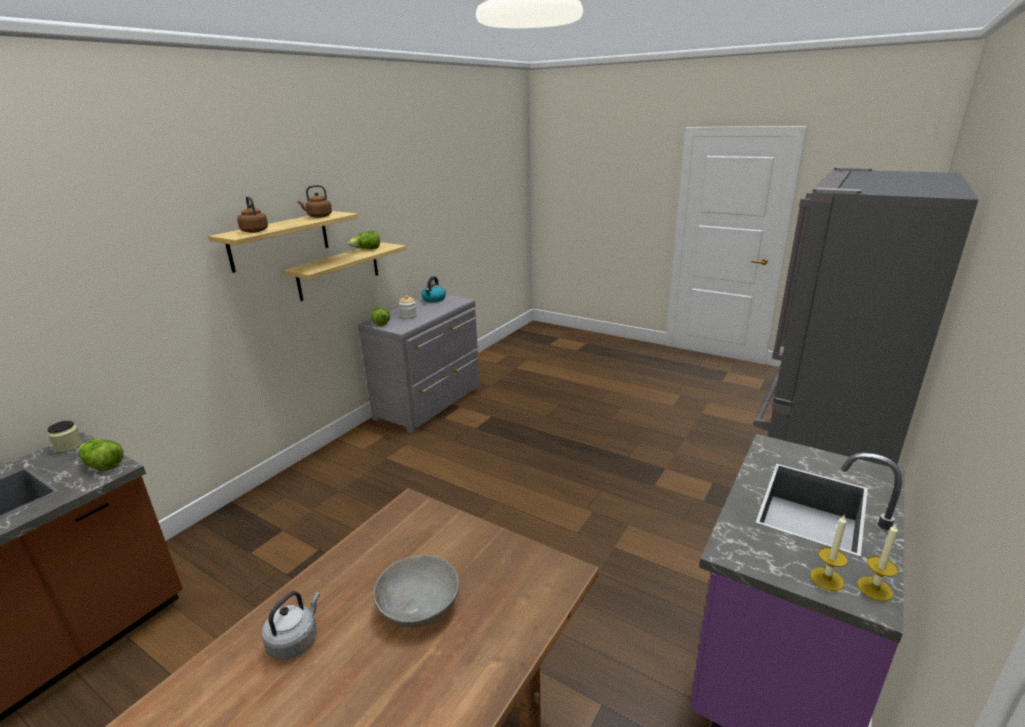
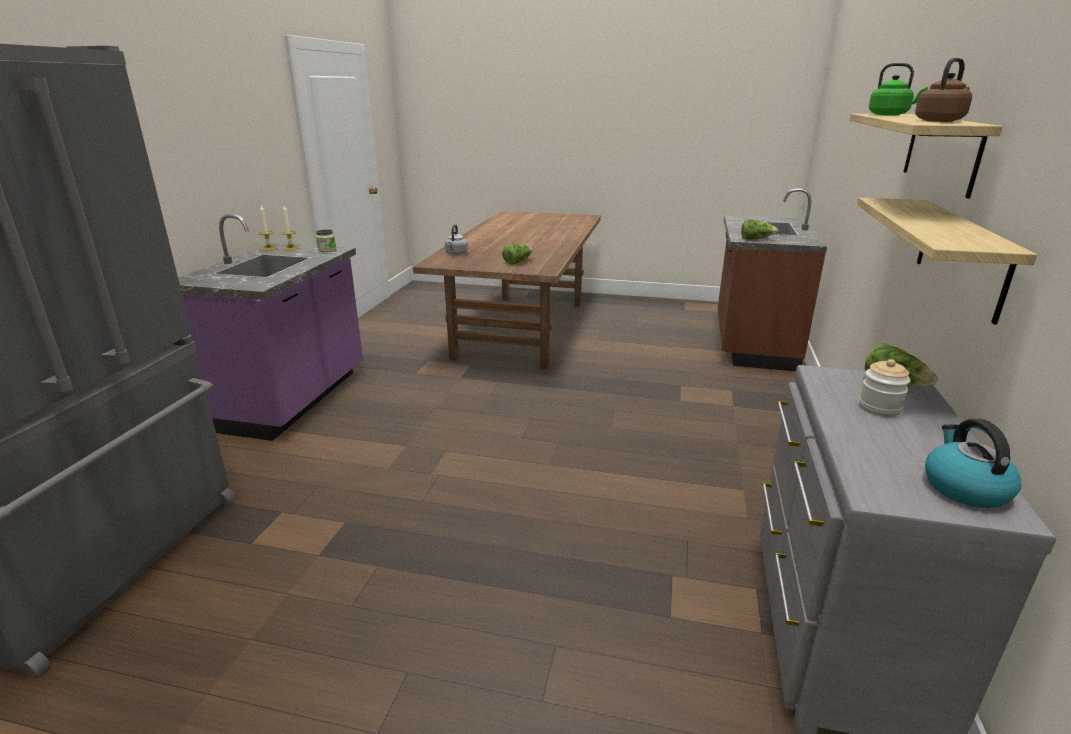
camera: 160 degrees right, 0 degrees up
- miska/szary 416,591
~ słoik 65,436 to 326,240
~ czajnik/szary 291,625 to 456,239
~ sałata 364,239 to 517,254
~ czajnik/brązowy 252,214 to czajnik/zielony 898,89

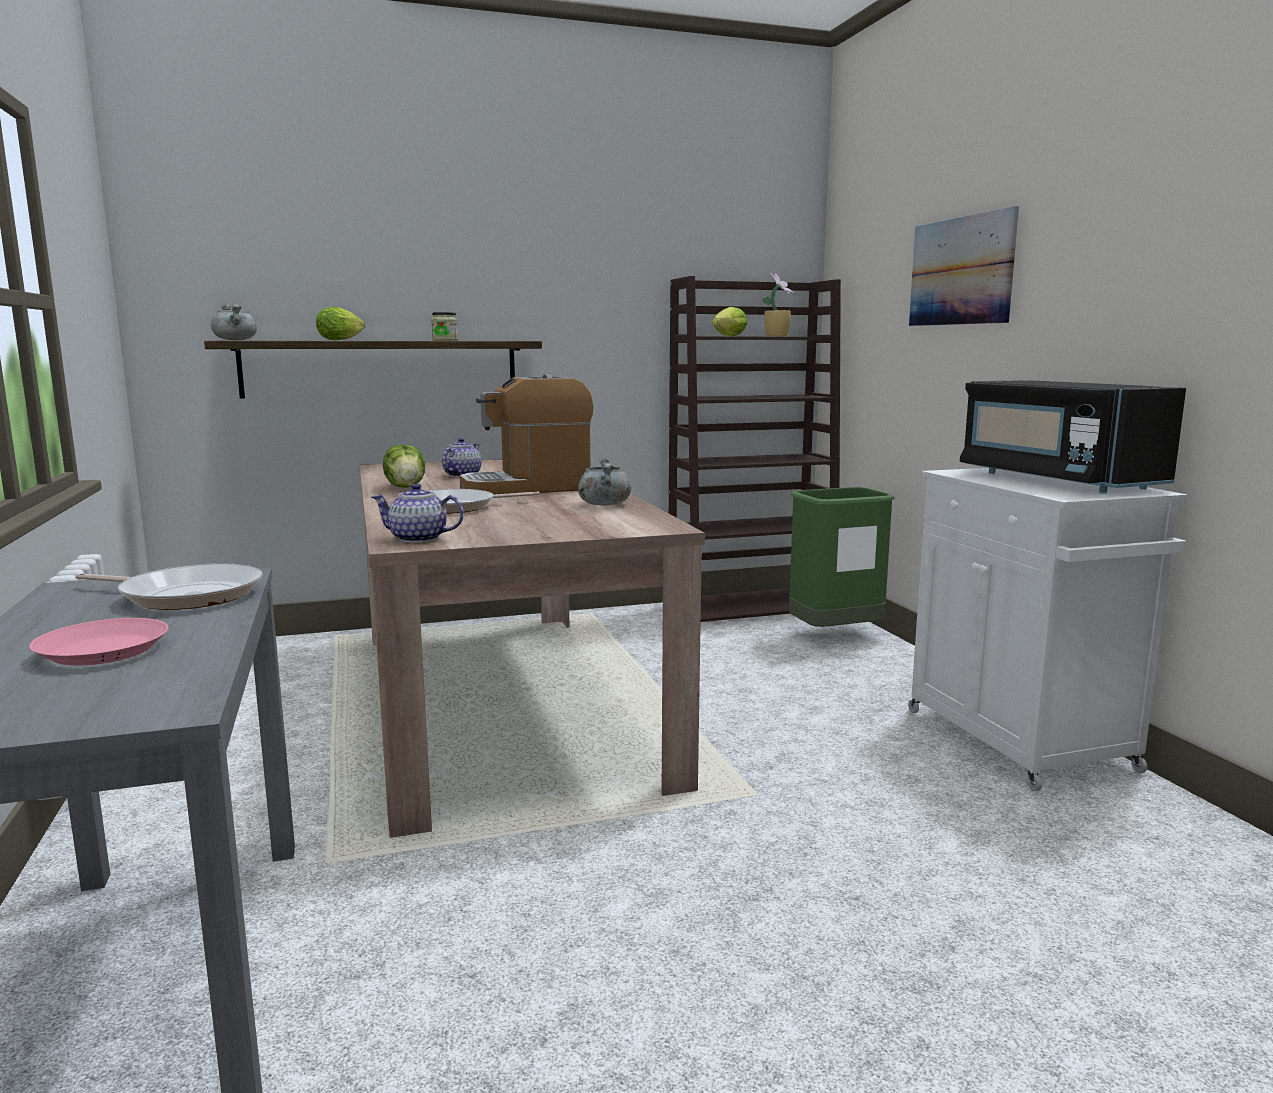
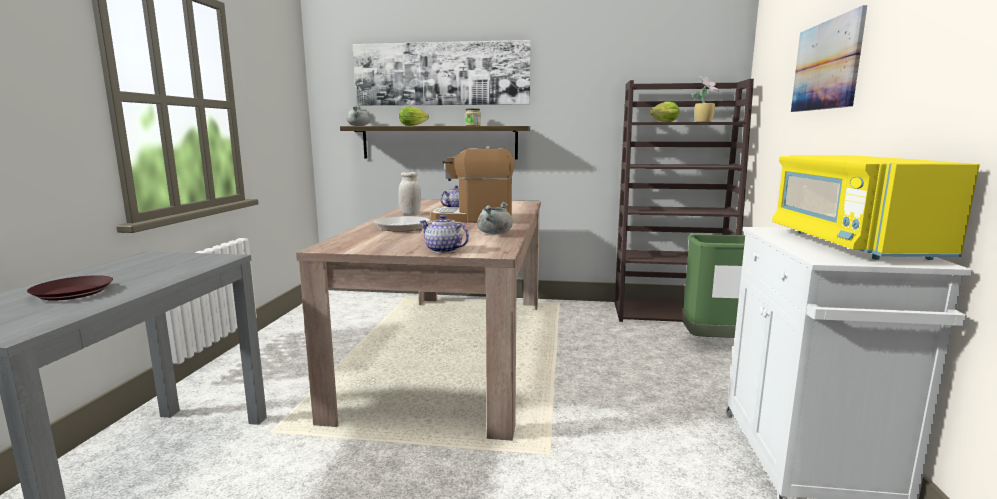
camera: 25 degrees right, 0 degrees up
- patelnia 169,586
+ obraz 442,73
~ imbryk 418,513 to 444,234
~ sałata 404,466 to słoik/biały 410,193
~ talerz/różowy 98,642 to talerz/brązowy 70,288
~ mikrofalówka/czarny 1073,436 to mikrofalówka/żółty 876,207

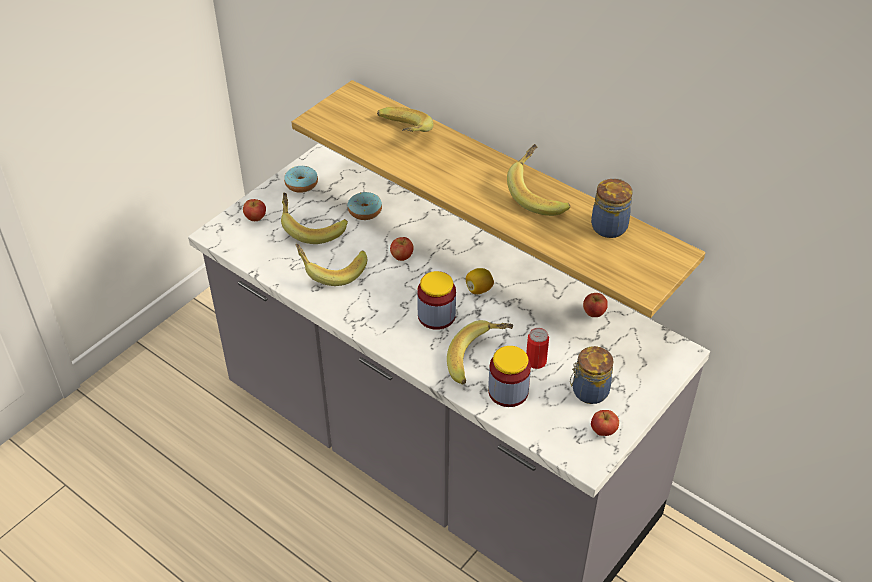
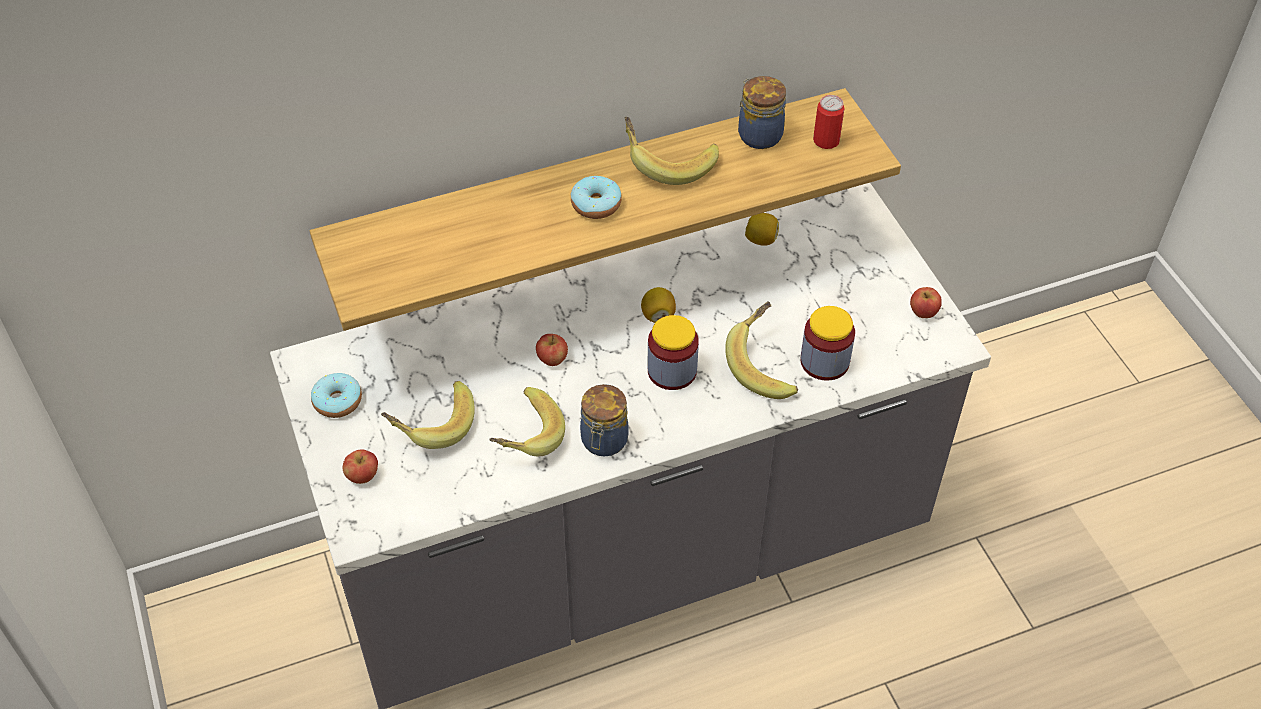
camera: 60 degrees left, 5 degrees up
- banan 405,119
~ donut 364,206 to 596,197
~ puszka 537,348 to 828,122
~ słoik 592,375 to 604,420
~ jabłko 595,305 to cytryna 762,229

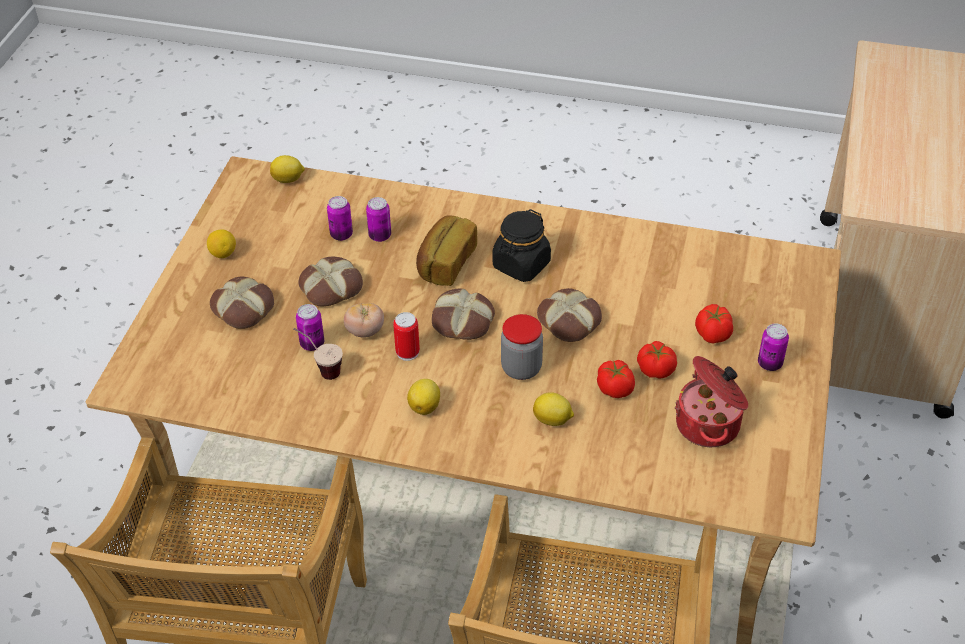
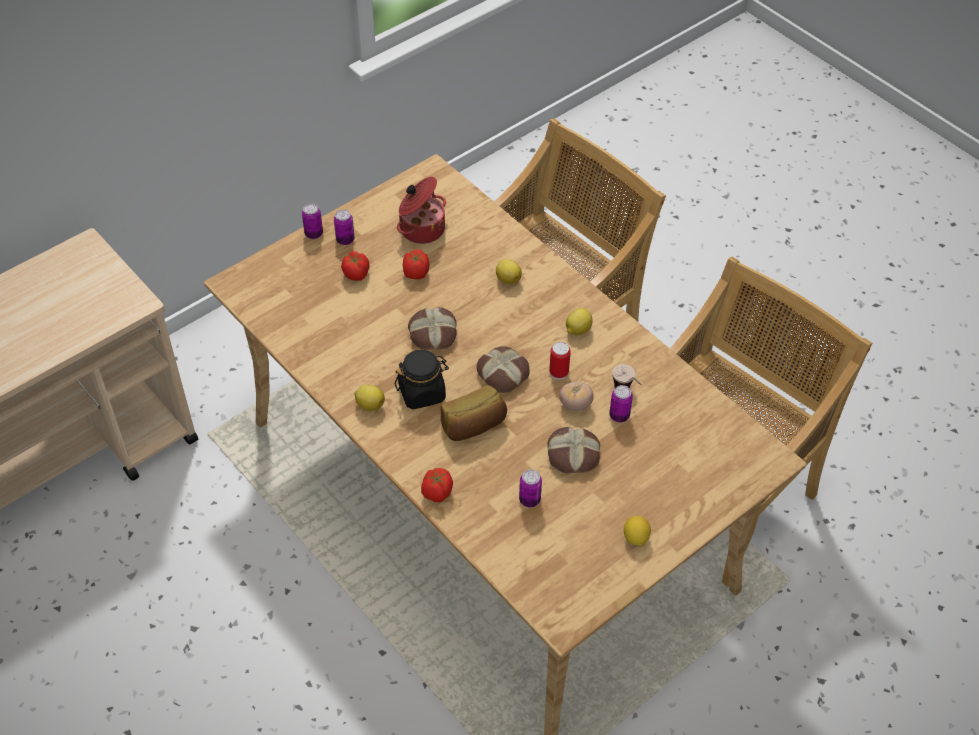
camera: 145 degrees left, 5 degrees up
- chleb 242,303
- słoik 522,347
~ cytryna 287,169 to 369,398
~ puszka 378,219 to 312,221
~ pomidor 616,379 to 437,485

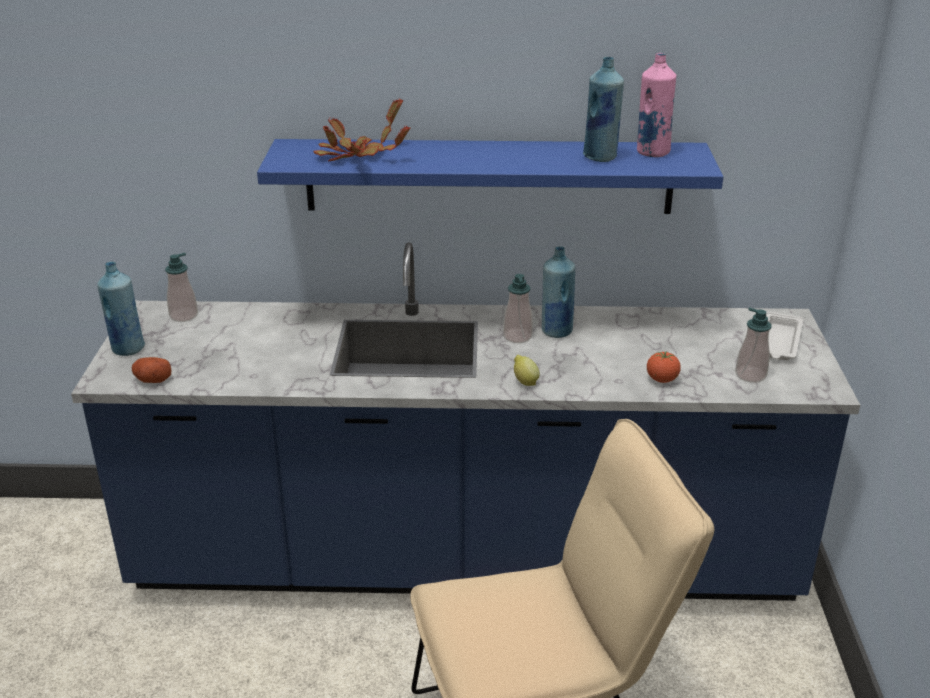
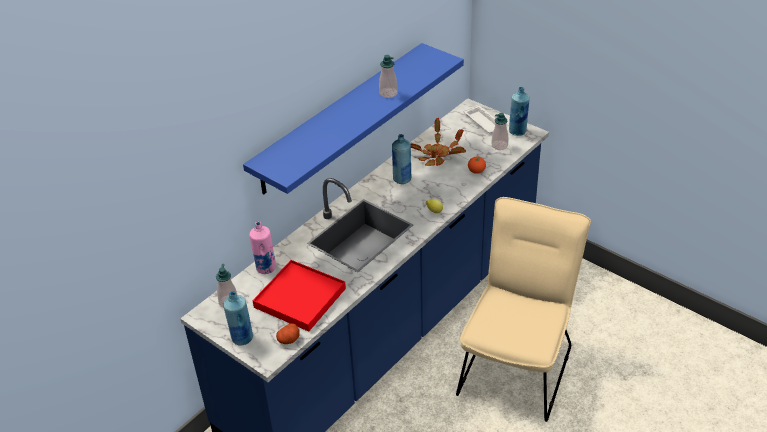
camera: 50 degrees left, 10 degrees up
+ taca/czerwony 299,296
~ roślina doniczkowa 362,129 to 438,142
~ dozownik mydła 518,308 to 388,76
~ butelka/niebieski 603,109 to 519,111
~ butelka/różowy 657,105 to 262,247

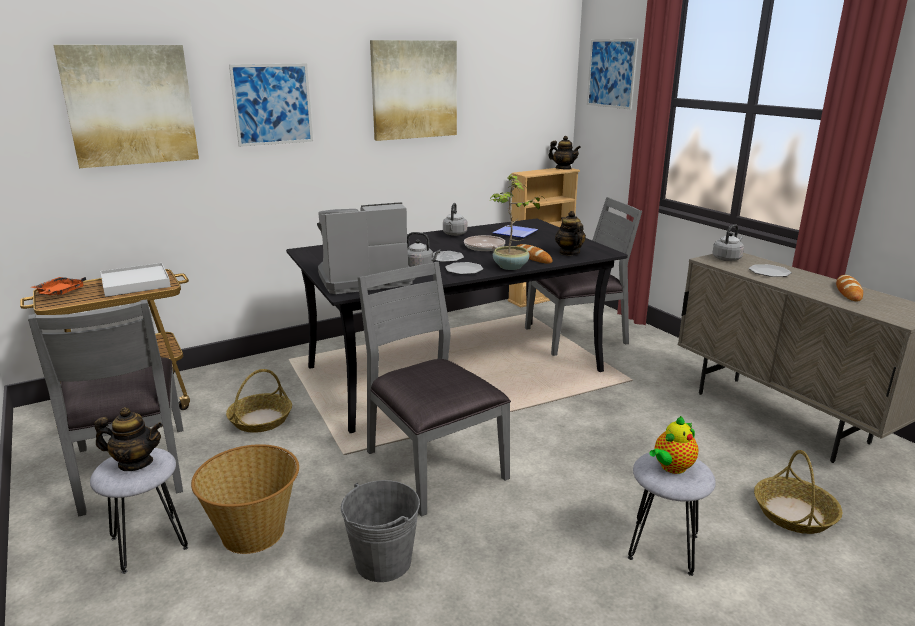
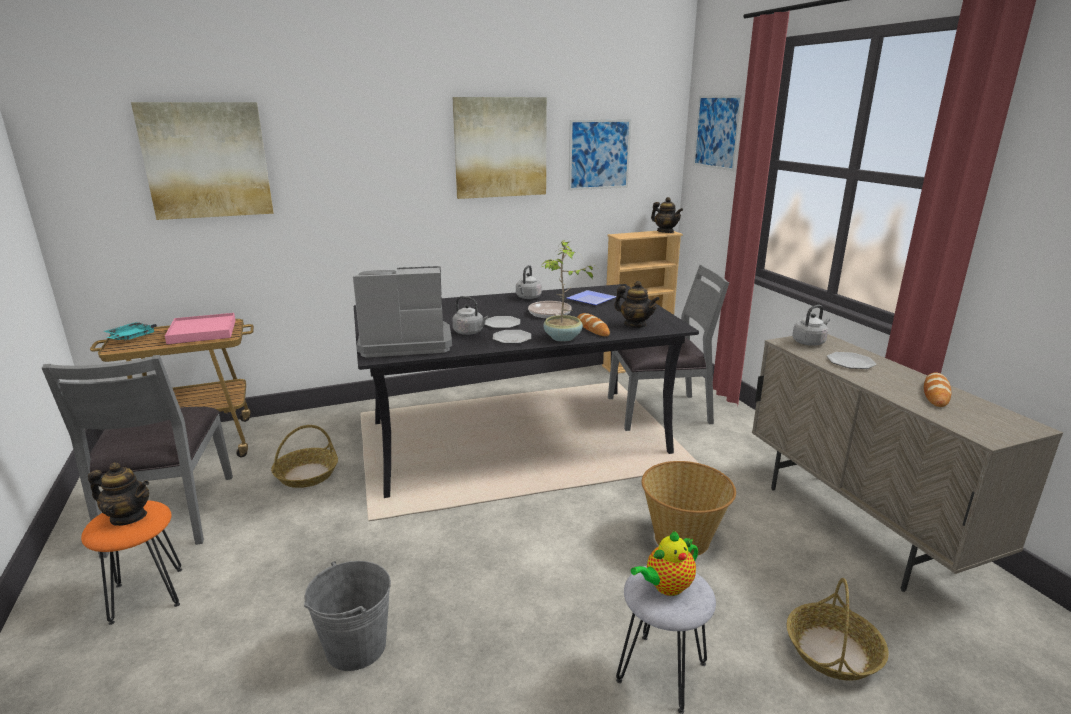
camera: 10 degrees right, 0 degrees up
- krzesło/szary 434,389
~ koszyk 245,499 to 689,508
~ obraz 271,105 to 599,155
~ taca/pomarańczowy 58,286 to taca/turkusowy 130,331
~ stołek/szary 139,511 to stołek/pomarańczowy 131,563
~ taca/biały 135,280 to taca/różowy 200,328
~ imbryk 570,233 = 637,304 135 degrees clockwise

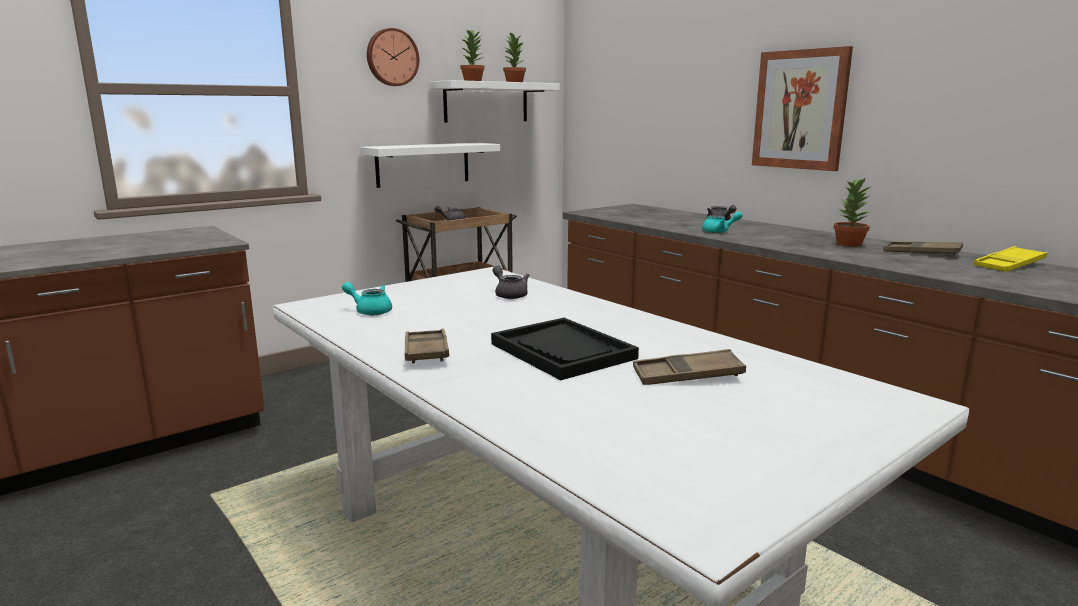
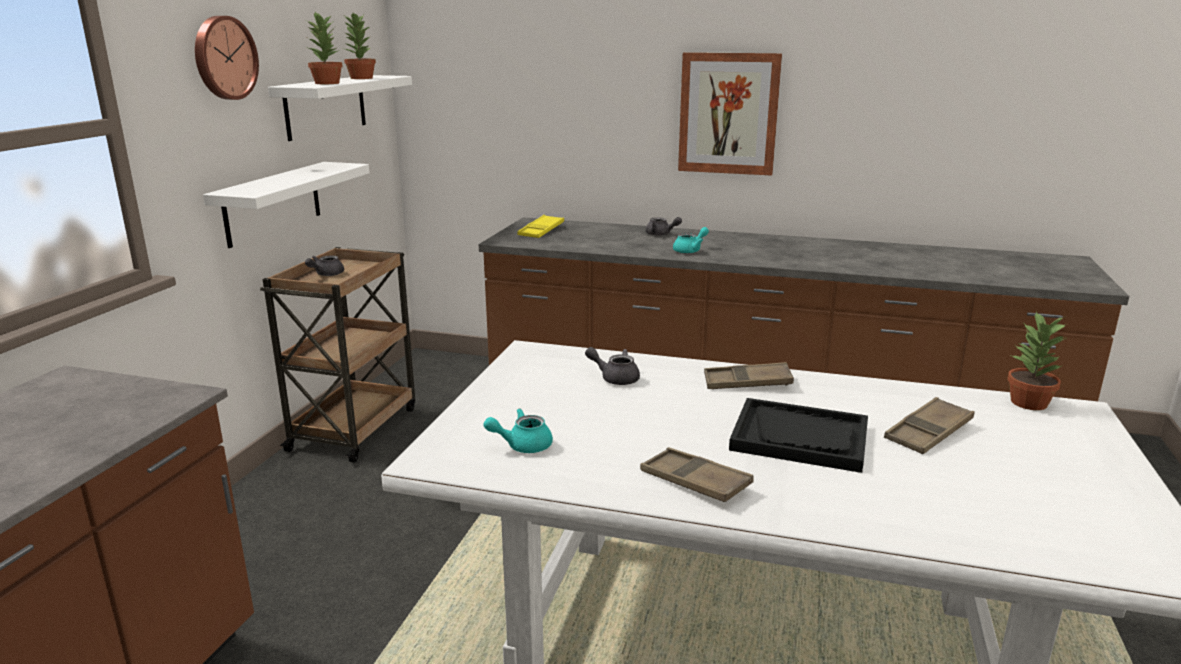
camera: 35 degrees left, 5 degrees up
~ roślina doniczkowa 853,212 to 1036,361
~ taca/brązowy 923,248 to 749,375
~ taca/żółty 1010,259 to 541,226

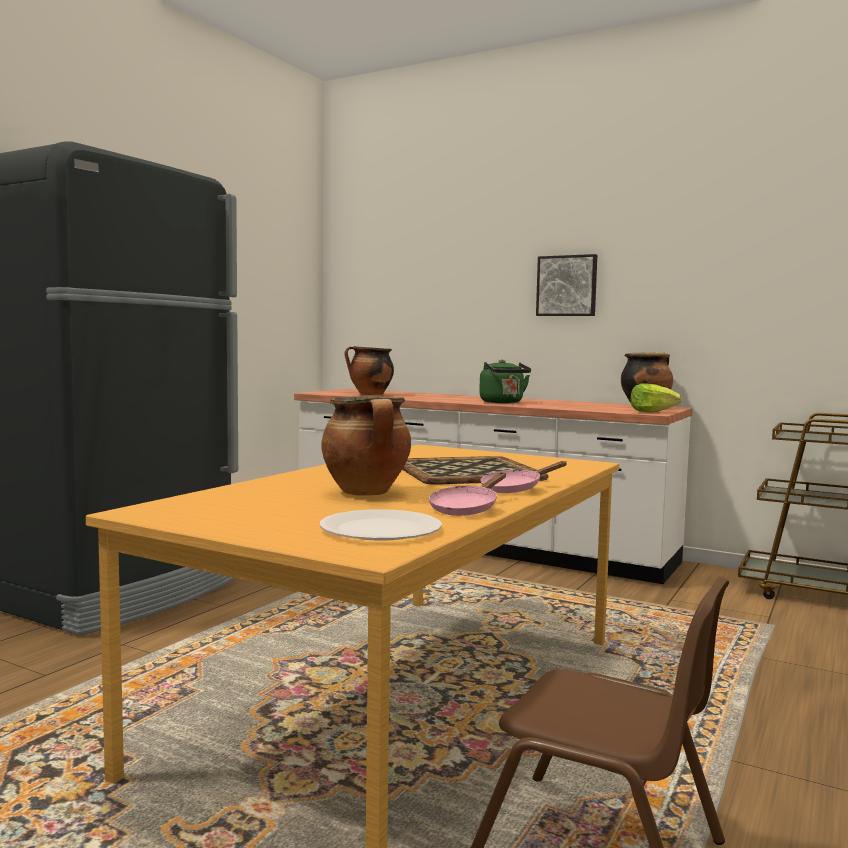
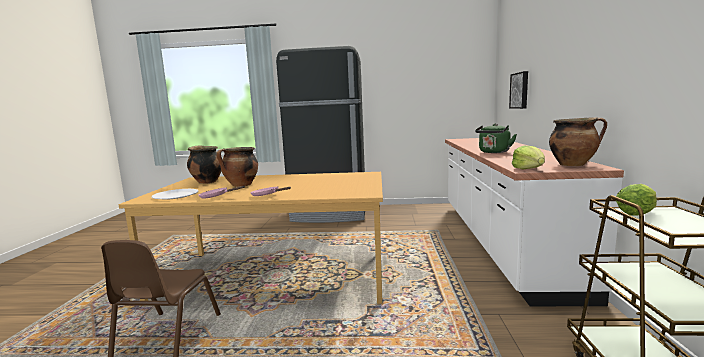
camera: 65 degrees right, 5 degrees up
- taca 475,470
+ sałata 636,200
~ garnek 369,370 to 204,164
~ obraz 566,285 to 518,90

